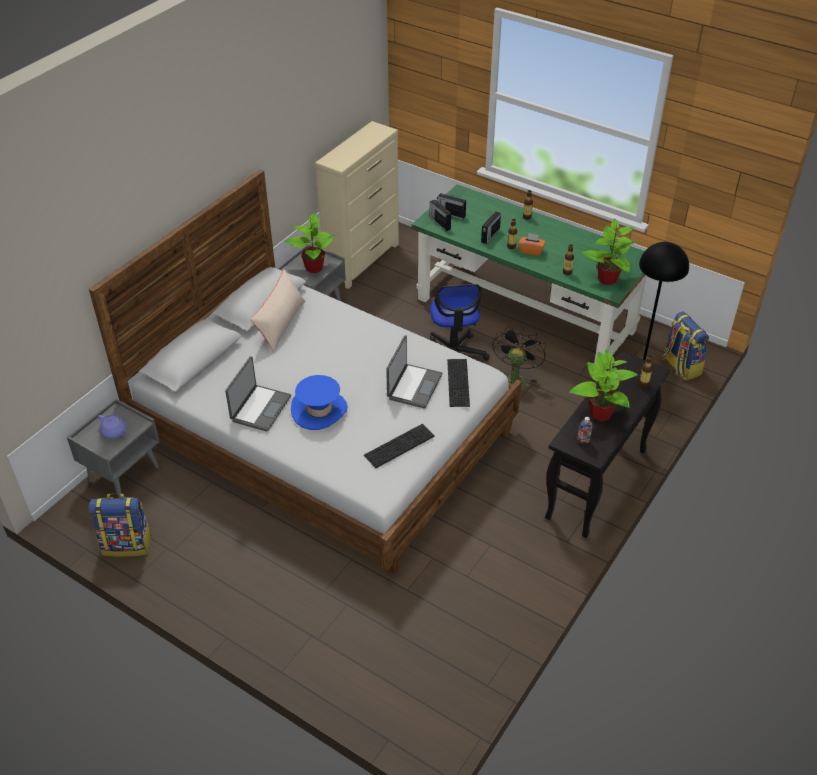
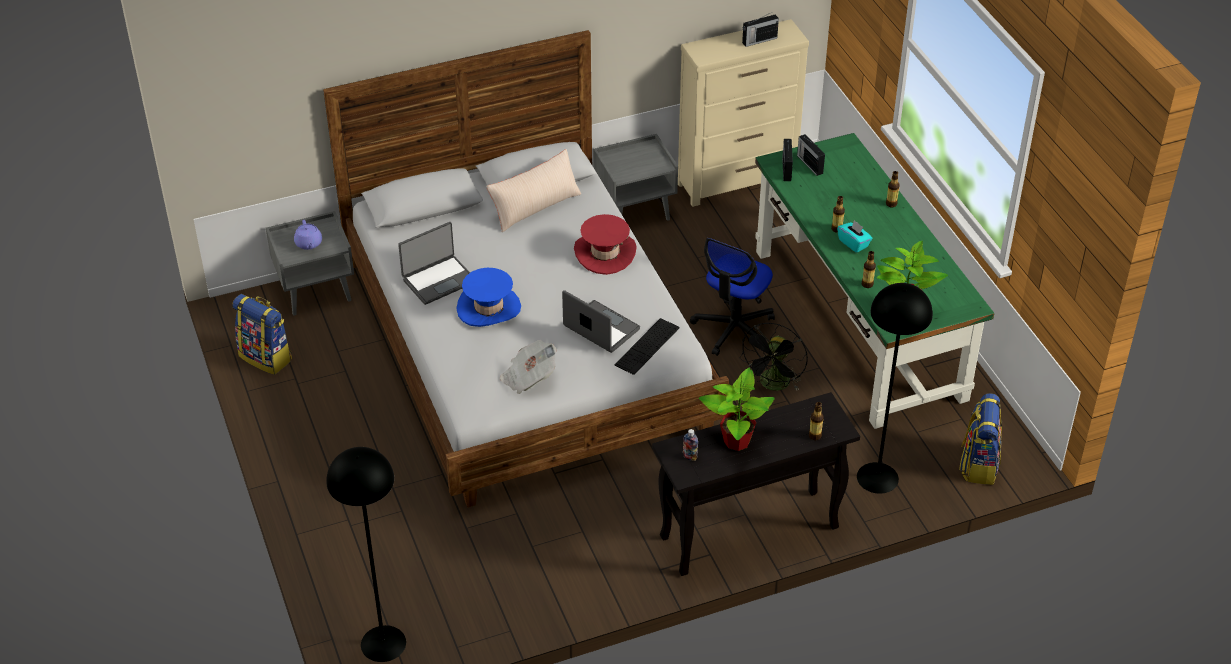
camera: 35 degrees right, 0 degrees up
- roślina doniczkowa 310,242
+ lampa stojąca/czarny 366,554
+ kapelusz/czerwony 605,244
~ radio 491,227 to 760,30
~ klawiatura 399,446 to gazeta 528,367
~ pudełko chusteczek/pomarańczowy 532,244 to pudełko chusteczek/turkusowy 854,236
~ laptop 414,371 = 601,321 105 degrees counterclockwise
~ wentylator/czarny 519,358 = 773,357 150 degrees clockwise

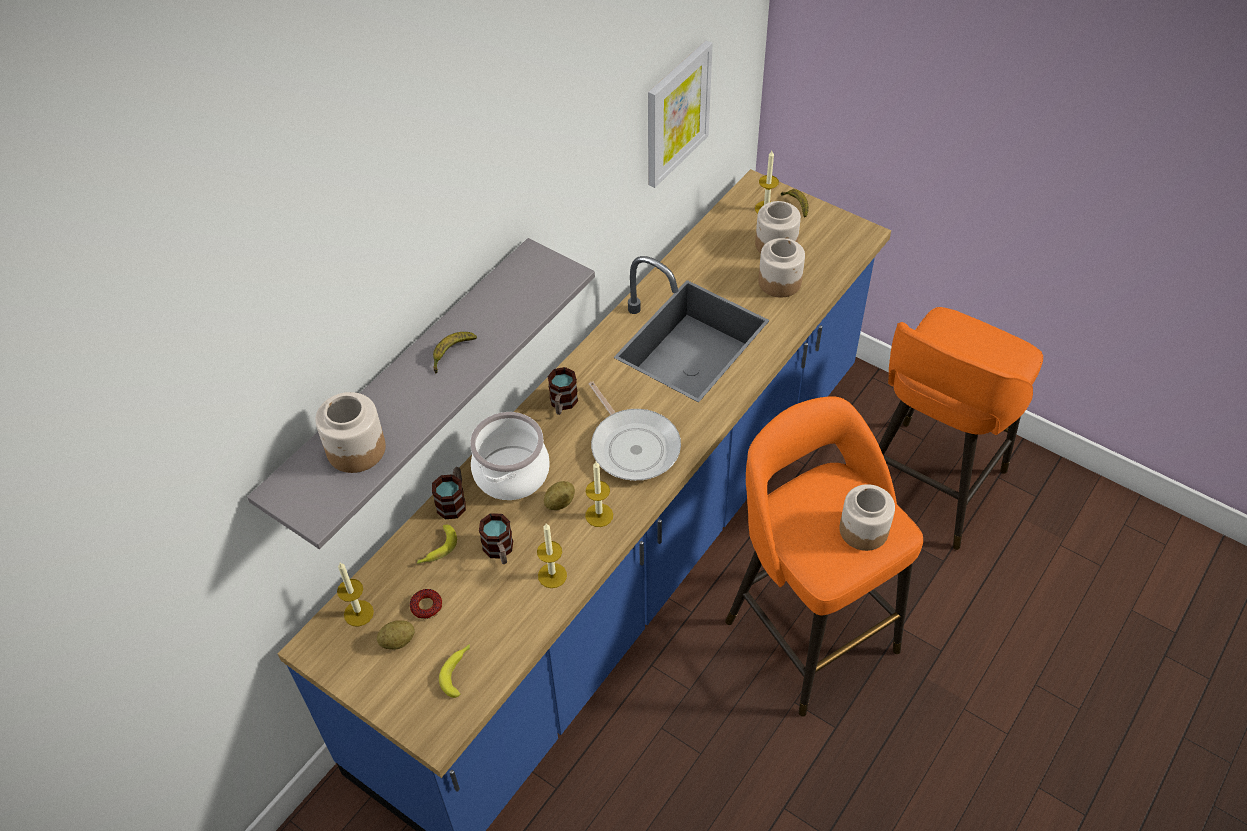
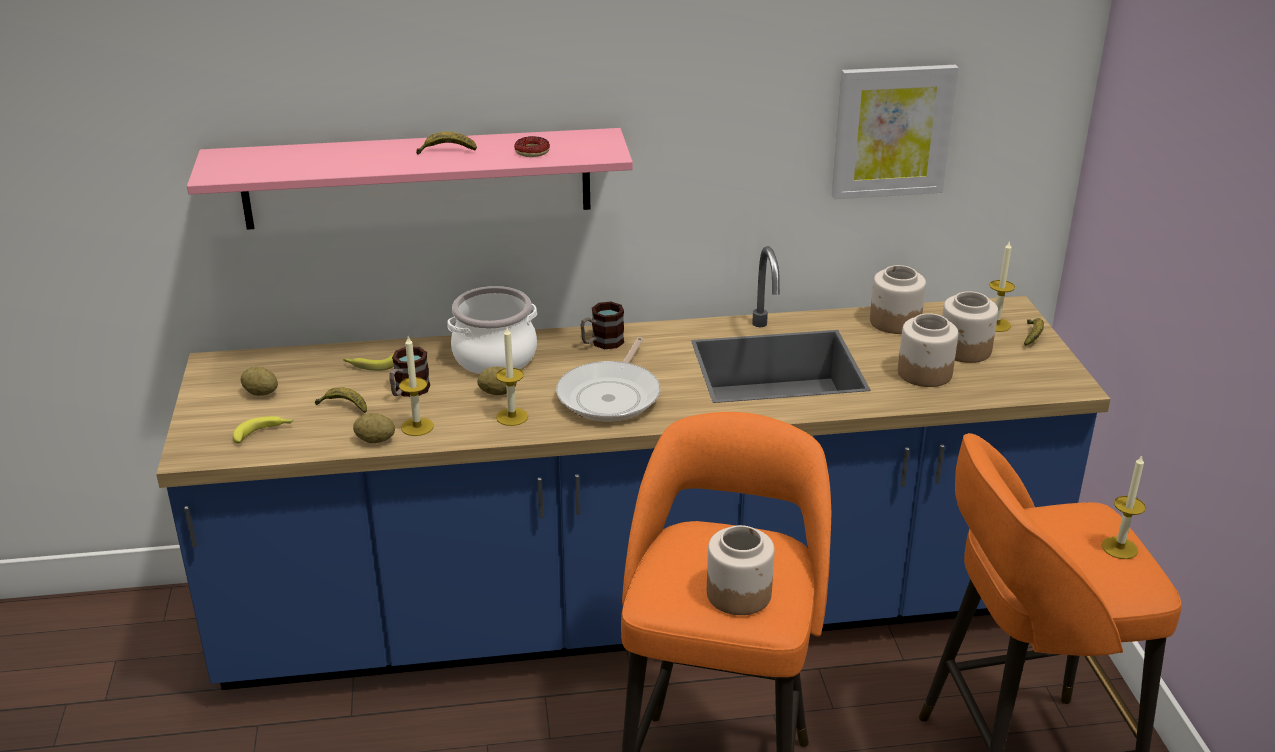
camera: 45 degrees right, 20 degrees down
- kubek 449,493
+ banan 341,400
+ ziemniak 374,428
~ słoik 350,432 to 898,299
~ świeca 355,595 to 1124,506
~ donut 426,604 to 532,146
~ półka/szary 421,393 to półka/różowy 410,179

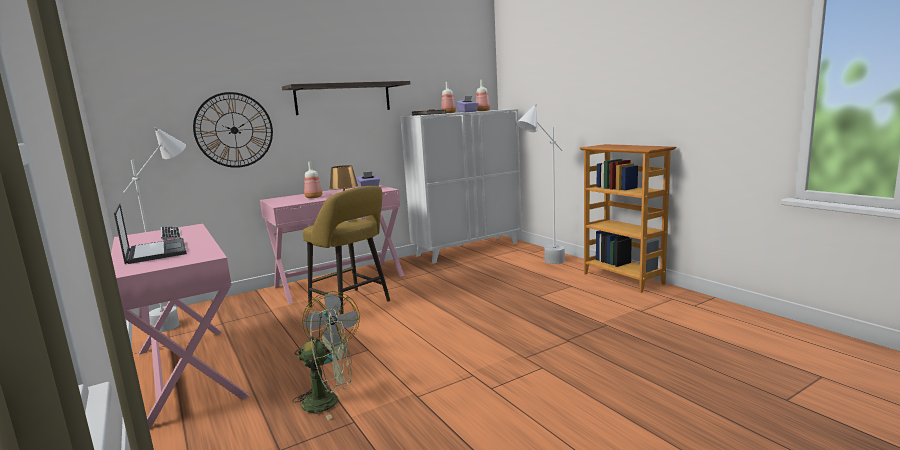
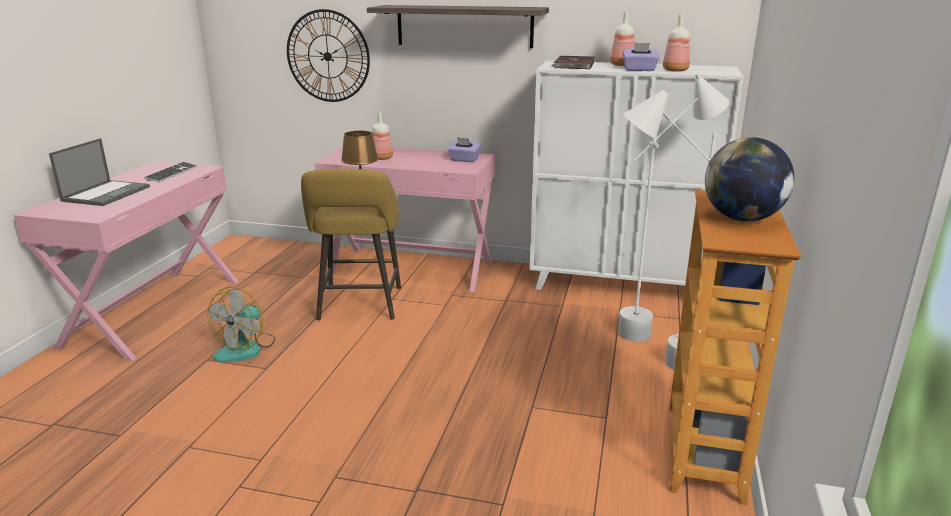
camera: 45 degrees right, 10 degrees up
- wentylator/zielony 322,364
+ globus 749,179
~ lampa stojąca/biały 154,229 to 673,208

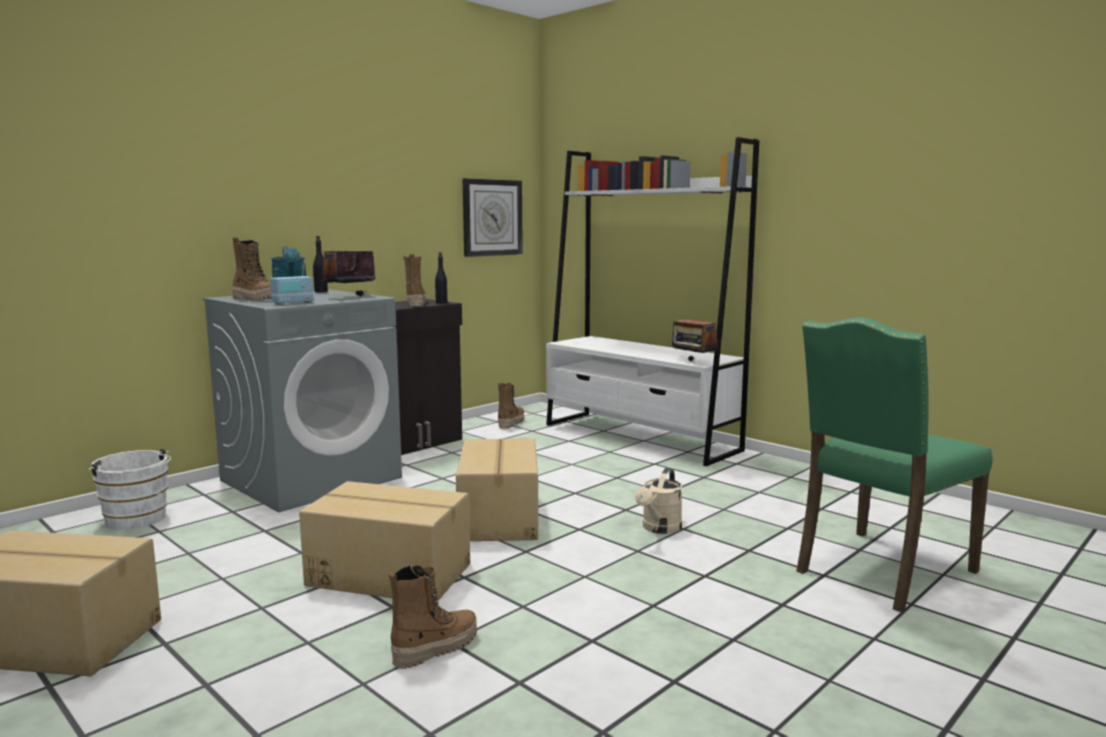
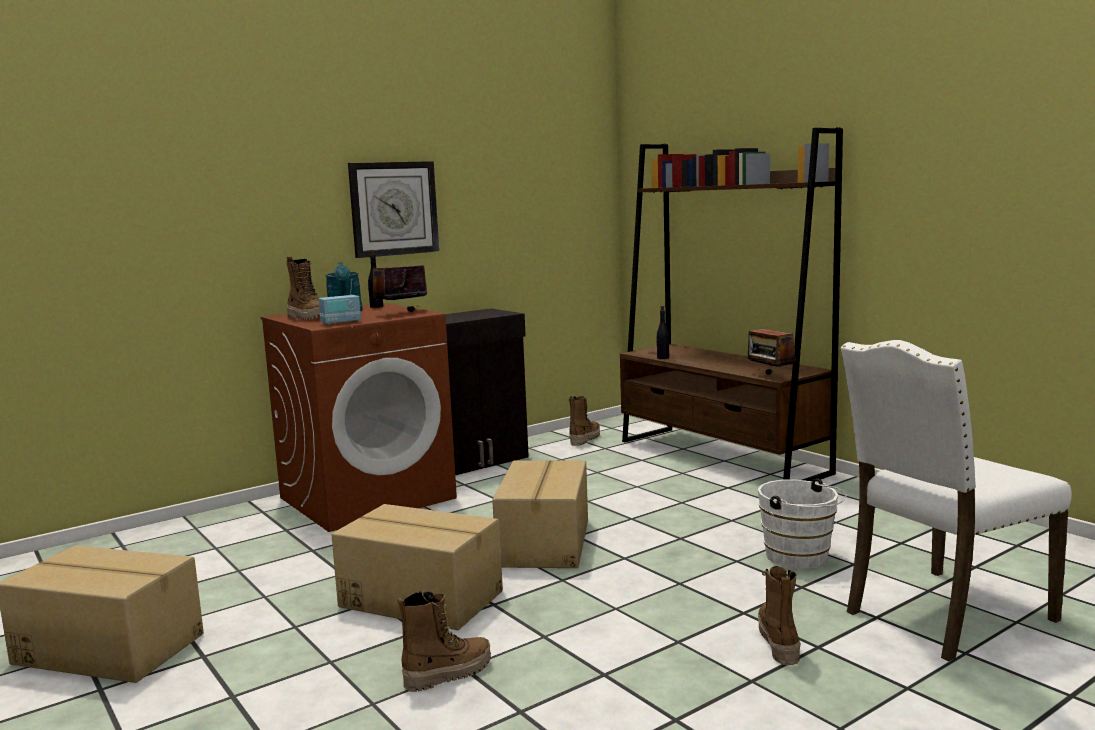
camera: 10 degrees right, 0 degrees up
- konewka/beżowy 658,501
~ wiadro/biały 130,489 to 802,523
~ but z cholewką 415,280 to 779,615
~ butelka/czarny 441,278 to 662,332
~ zegar ścienny 493,217 to 393,209
~ pralka/szary 302,400 to pralka/brązowy 359,417
~ regał/biały 652,301 to regał/brązowy 731,304
~ krzesło/zielony 894,464 to krzesło/biały 956,500

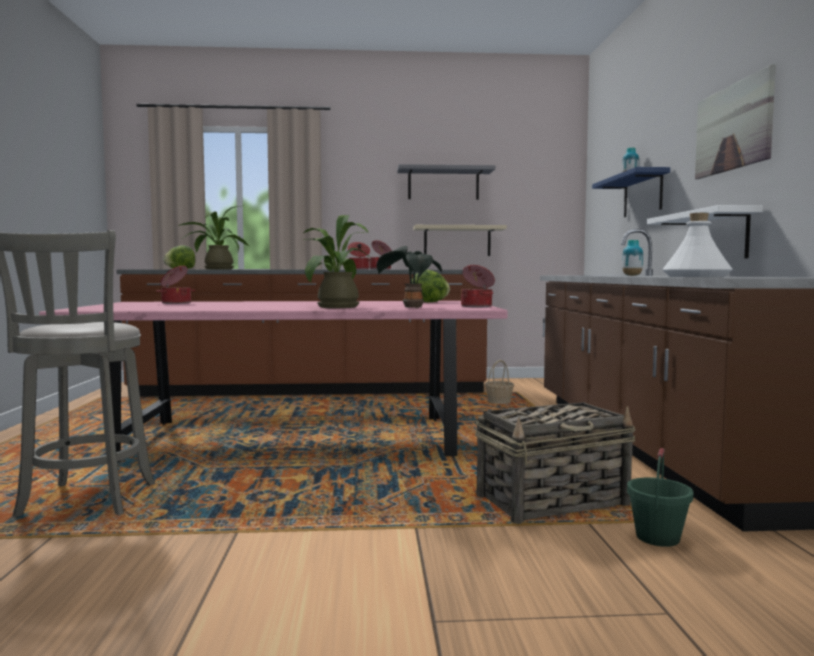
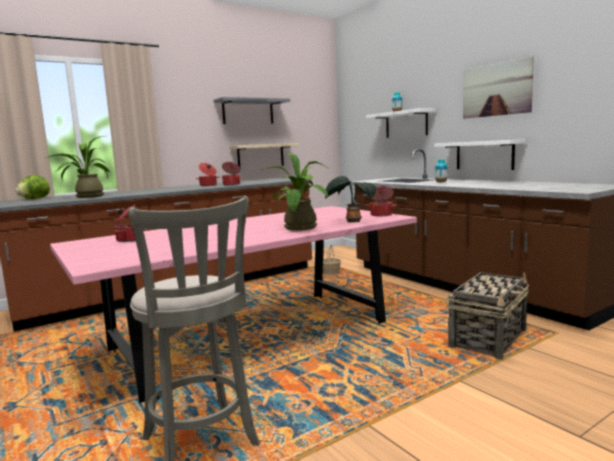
camera: 30 degrees left, 5 degrees up
- sałata 431,286
- wiadro/zielony 660,497
- butelka/biały 697,245
~ półka/niebieski 631,192 to półka/biały 400,123

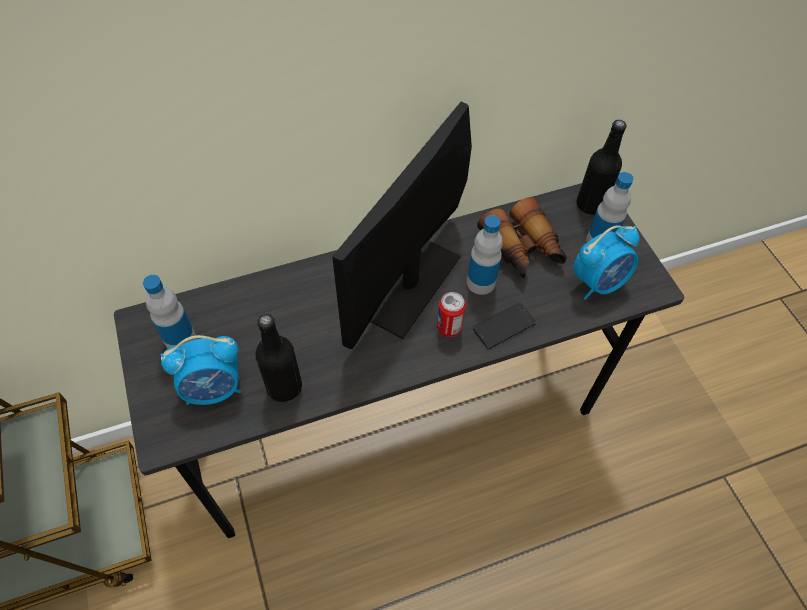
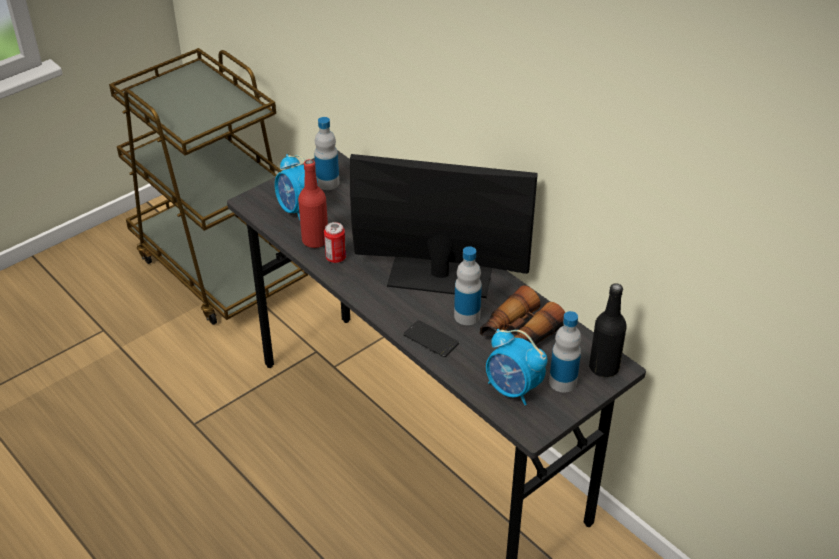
camera: 70 degrees right, 15 degrees down
~ puszka 451,314 to 335,242
~ butelka/czarny 278,358 to butelka/czerwony 313,203

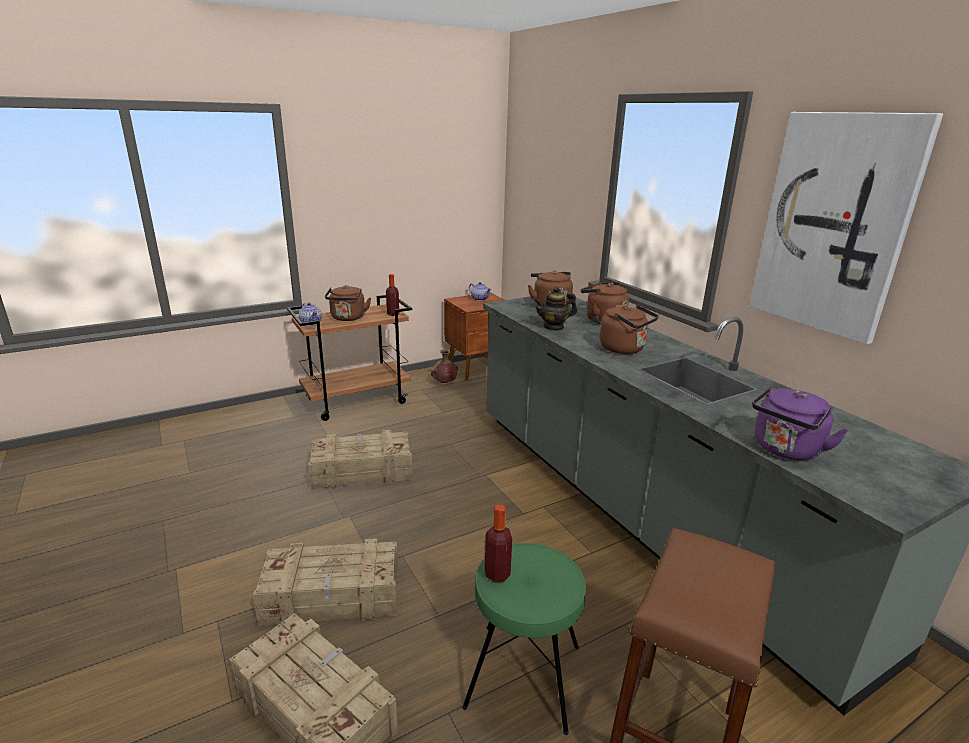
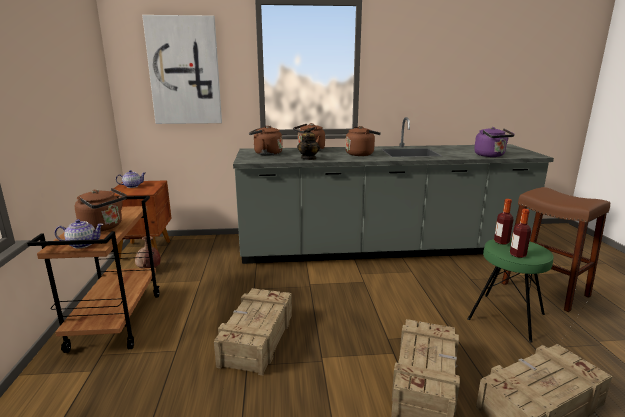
camera: 65 degrees left, 5 degrees down
~ butelka 392,295 to 503,222
~ obraz 846,228 to 182,69

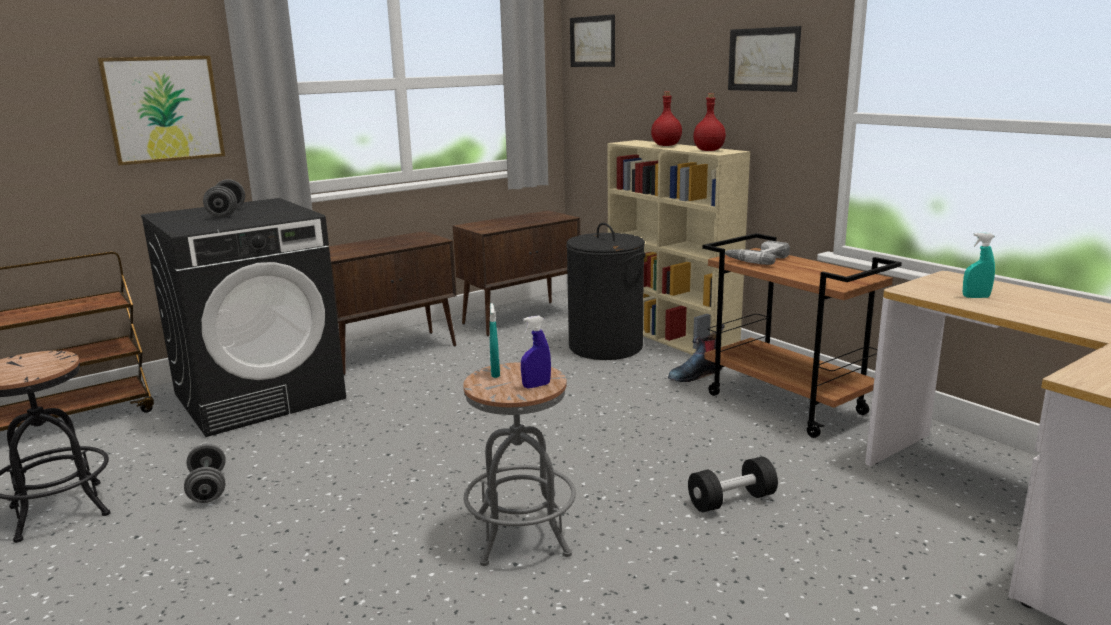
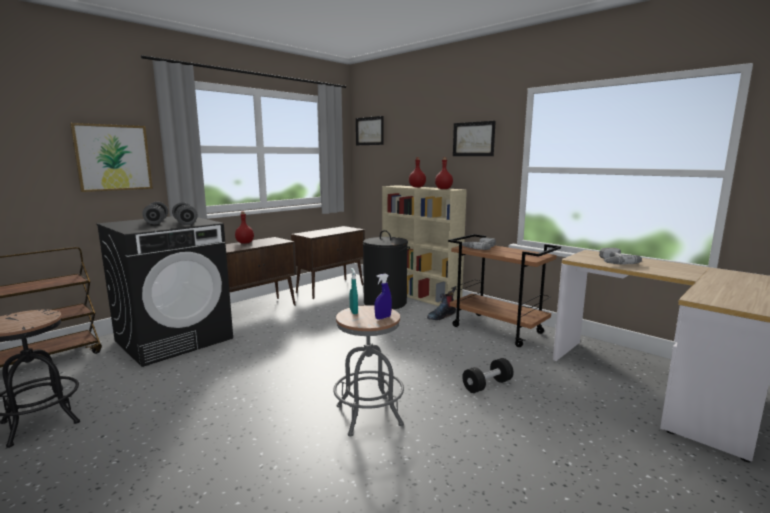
camera: 10 degrees left, 5 degrees down
+ butelka/czerwony 244,227
~ hantel/szary 205,473 to 185,213
~ spryskiwacz/turkusowy 979,265 to wiertarka 620,256

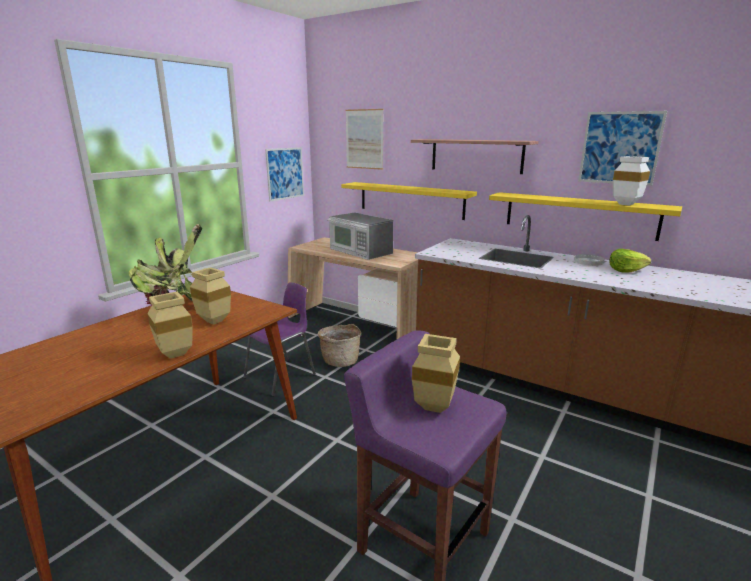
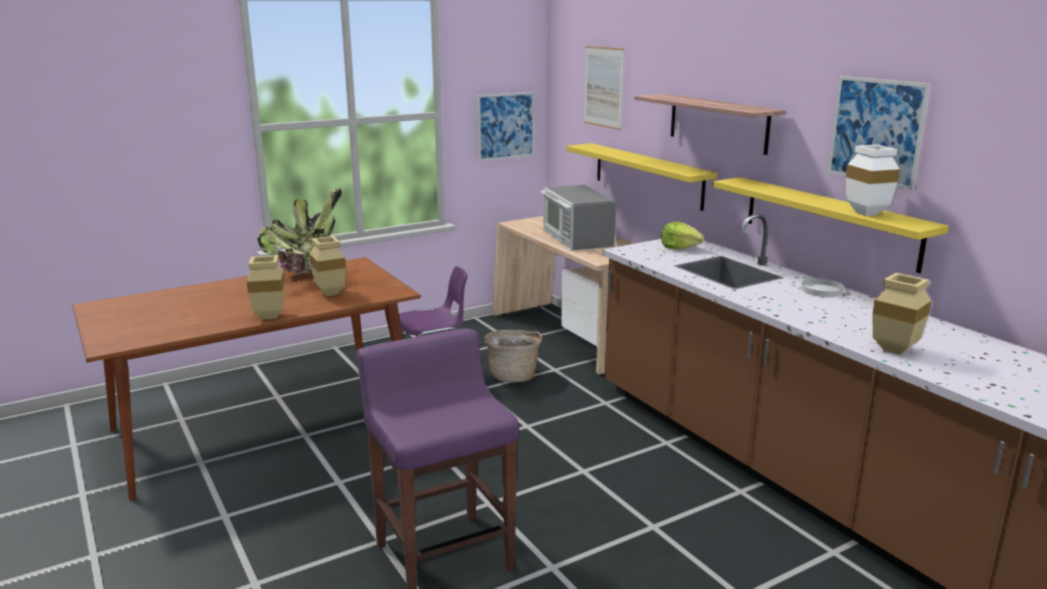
camera: 25 degrees right, 0 degrees up
~ wazon/beżowy 436,373 to 901,314
~ sałata 630,261 to 682,236

